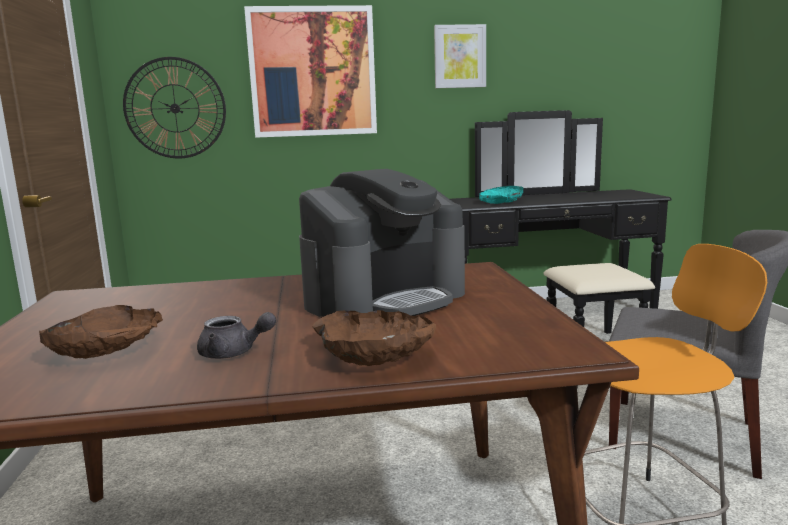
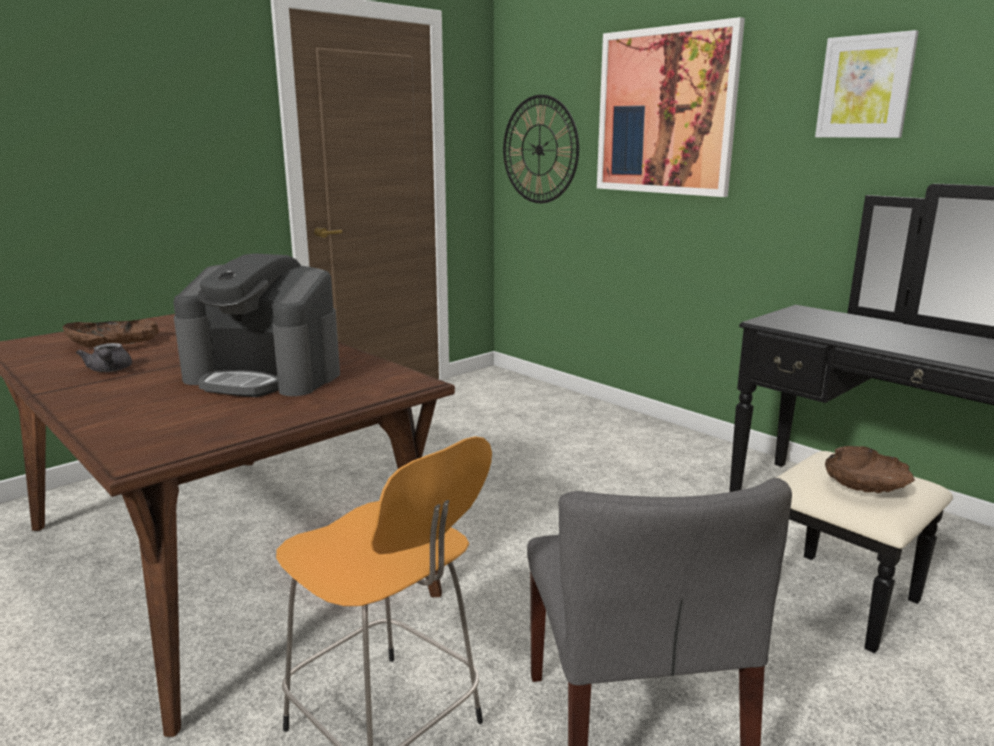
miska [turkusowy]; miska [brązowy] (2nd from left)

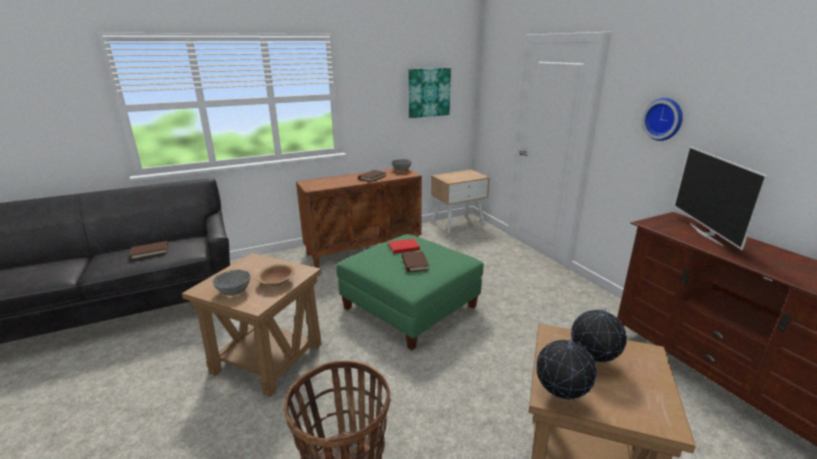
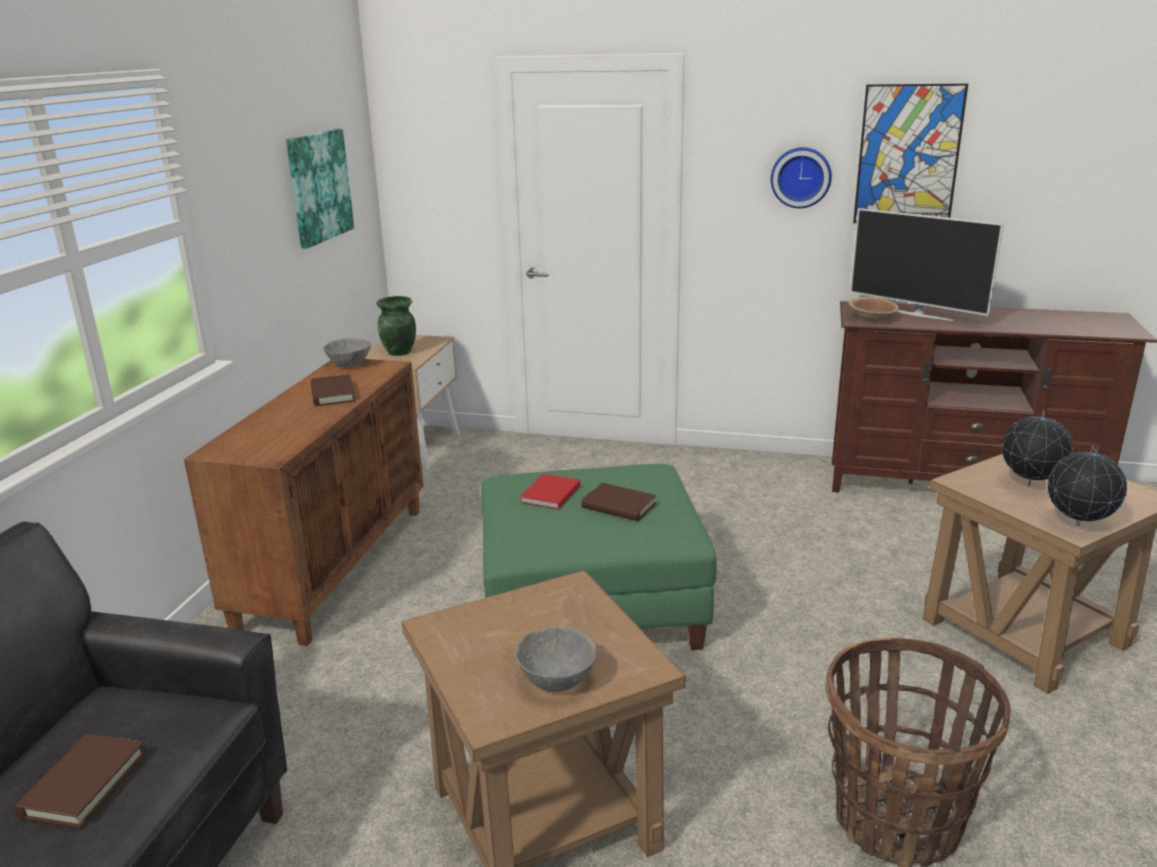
miska [brązowy]; obraz (2nd from left); wazon [zielony]

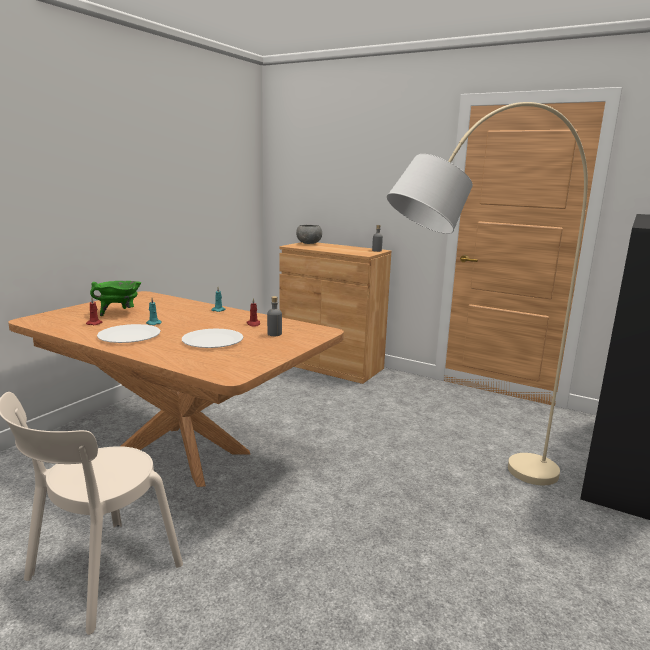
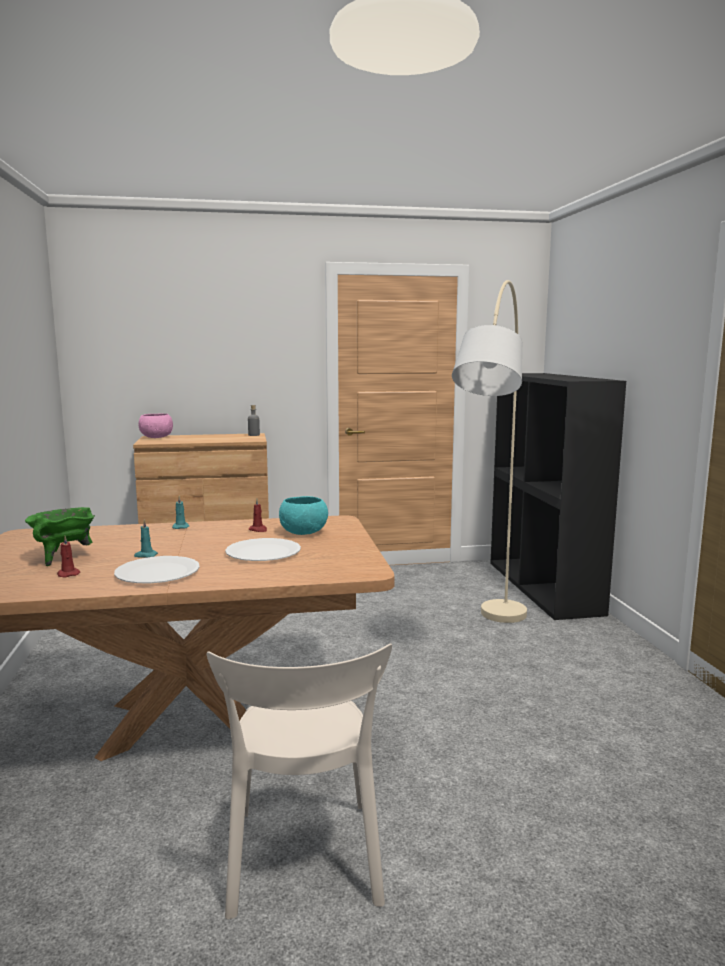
miska [różowy]; miska [turkusowy]

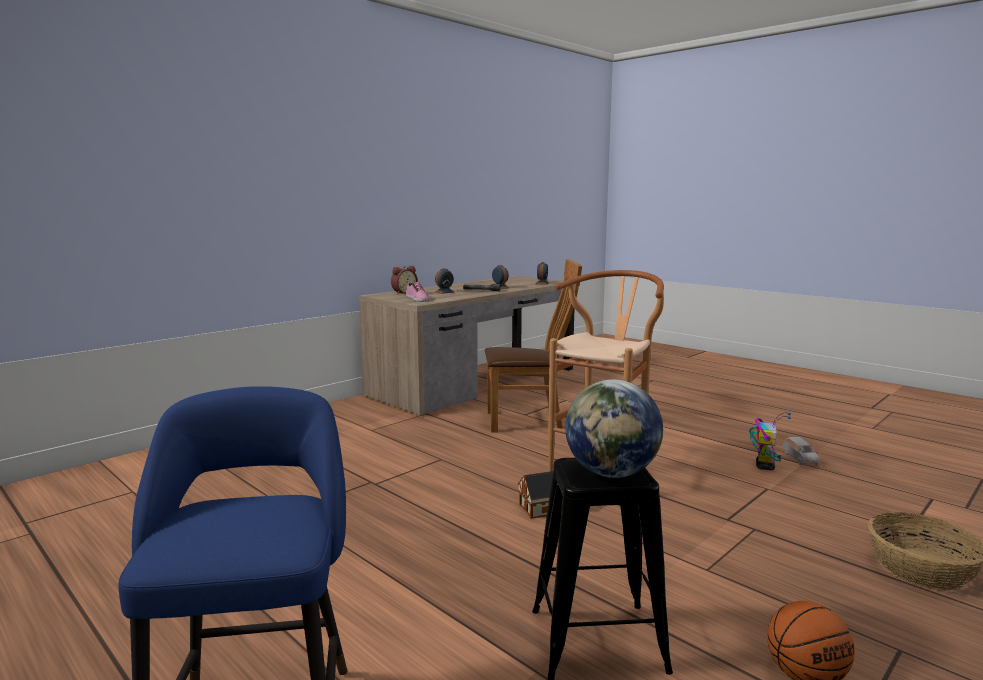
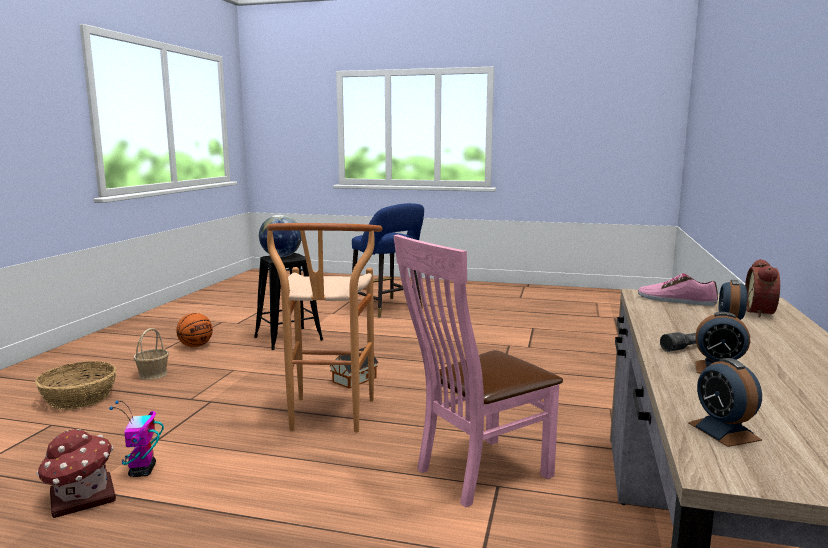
krzesło [różowy]; domek (1st from left); koszyk (2nd from left)

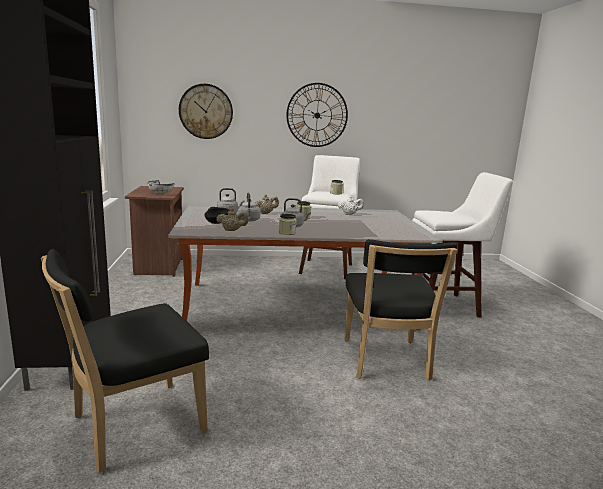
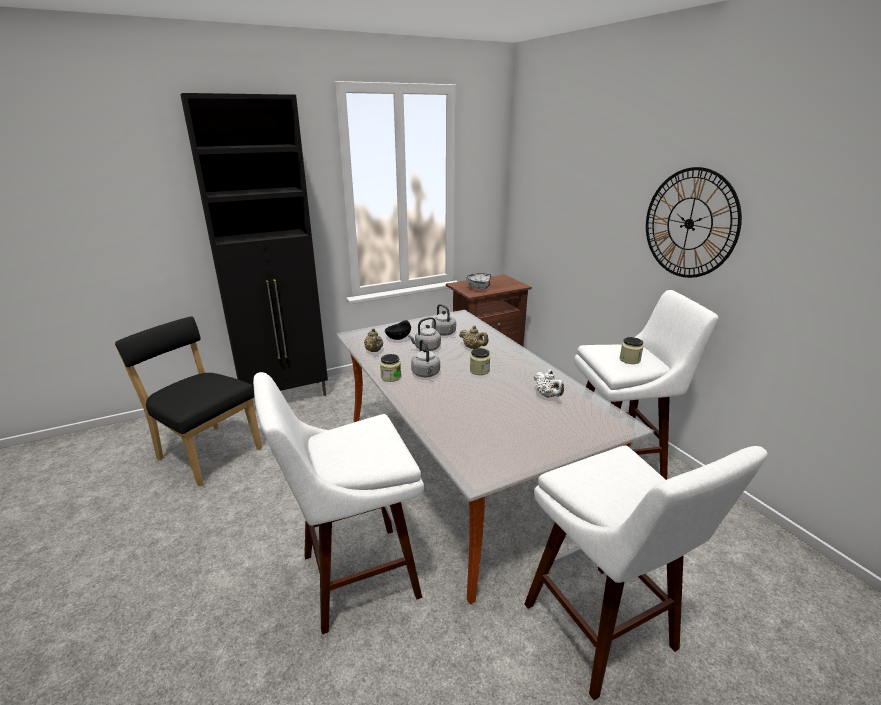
zegar ścienny (1st from left in the first image); stołek [biały] (1st from left)

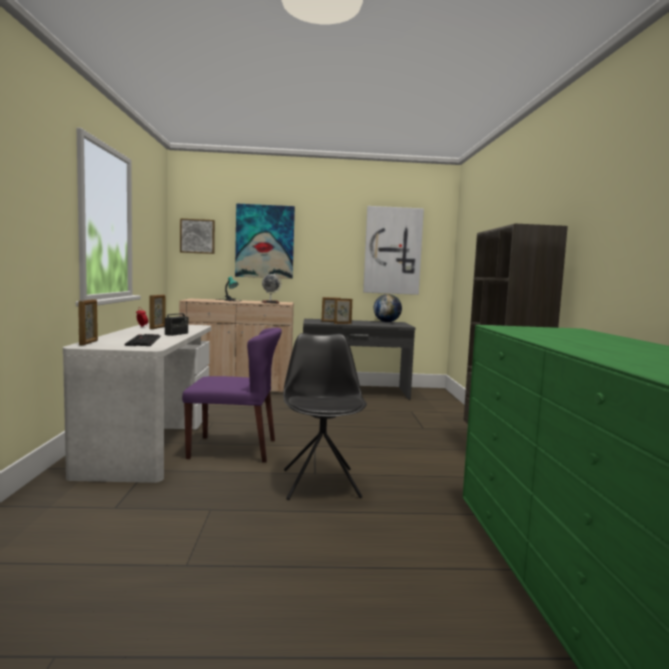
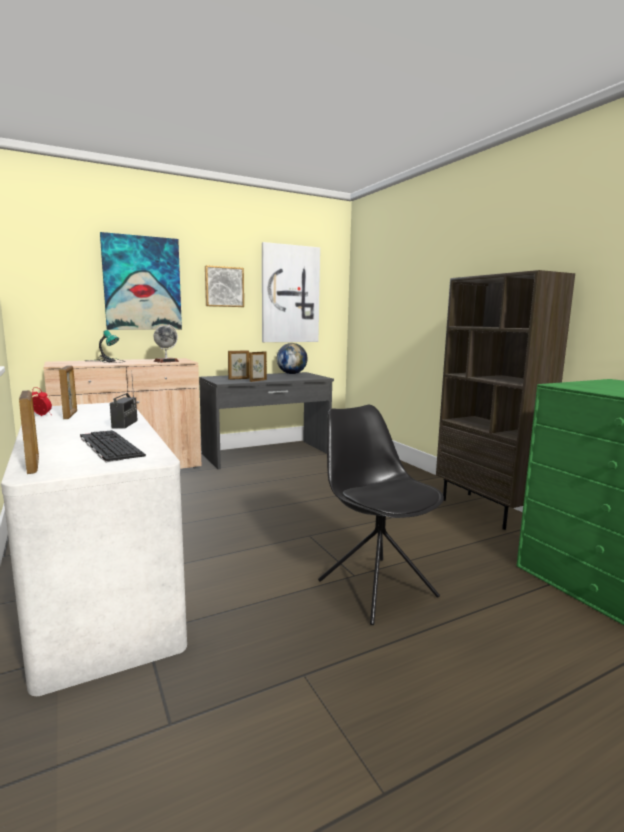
obraz (2nd from left); krzesło [fioletowy]

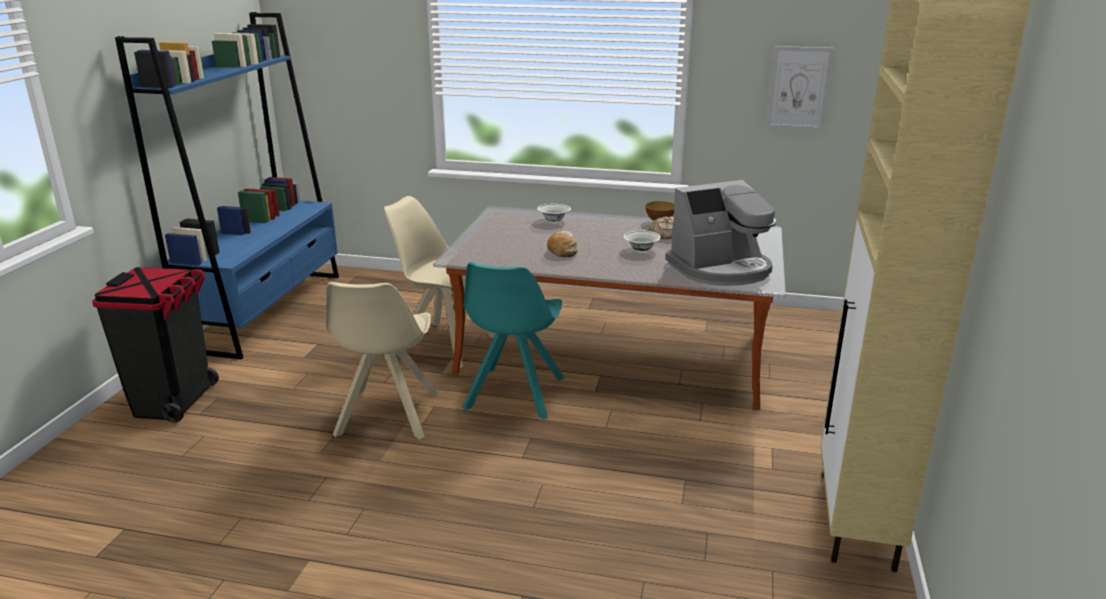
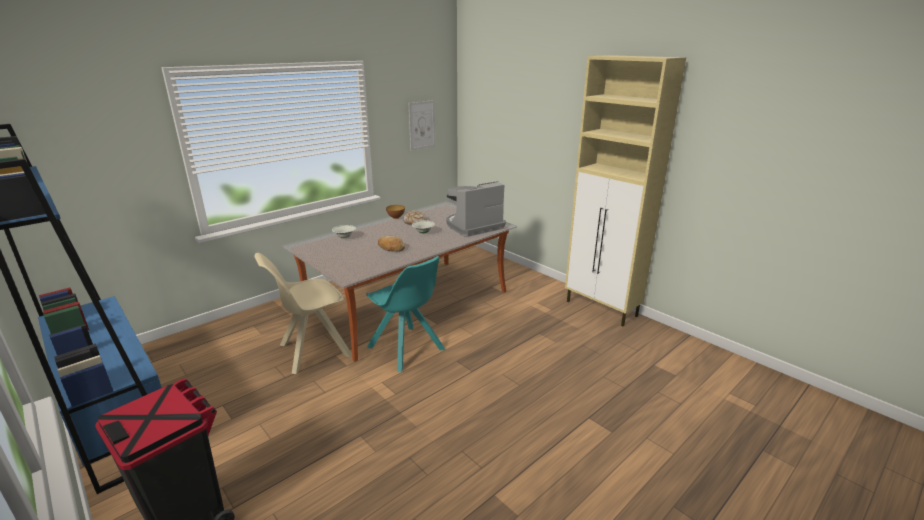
ekspres do kawy; krzesło [beżowy] (1st from left in the first image)

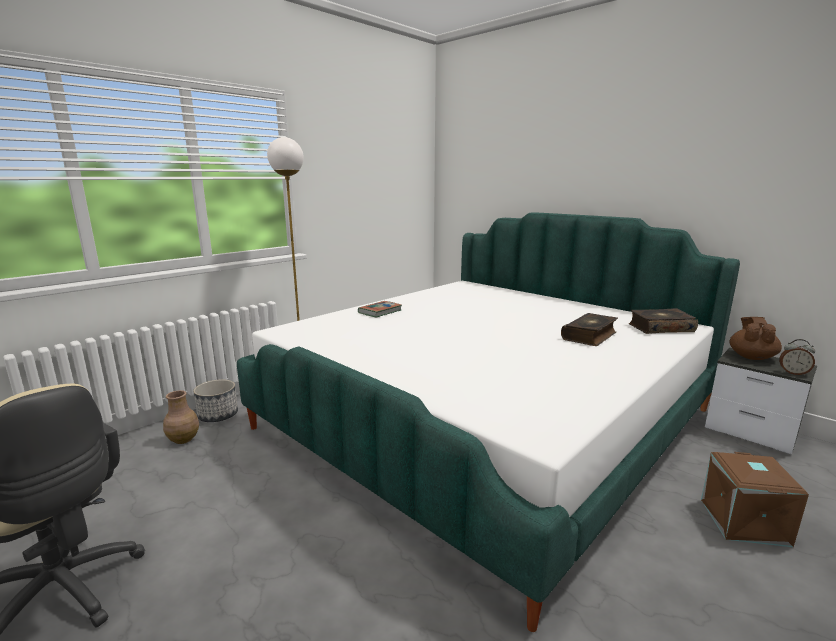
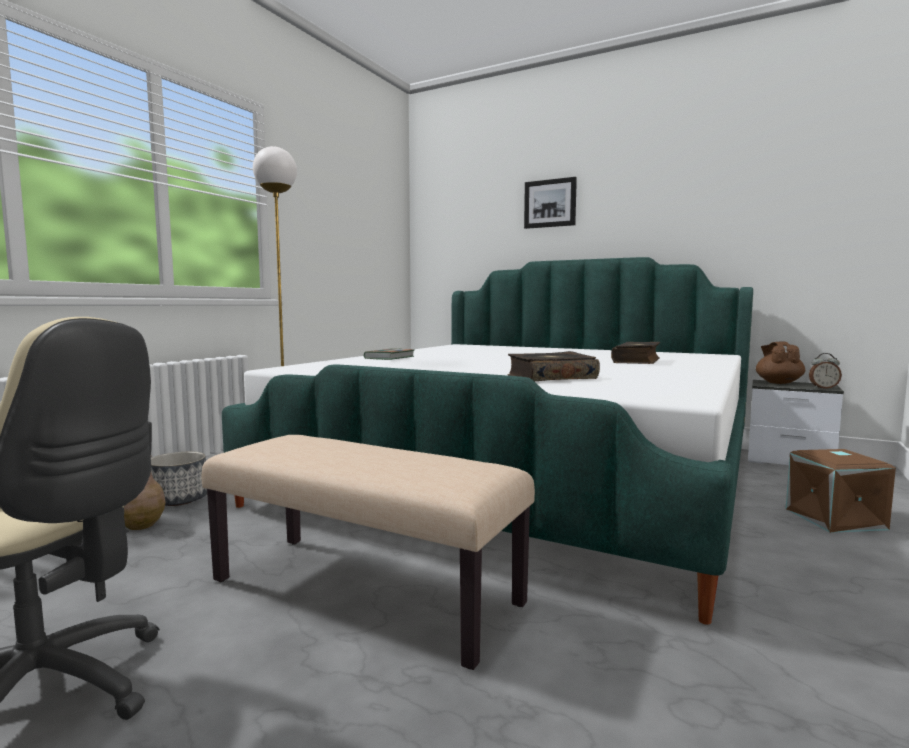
książka (2nd from left); obraz; ławka [beżowy]

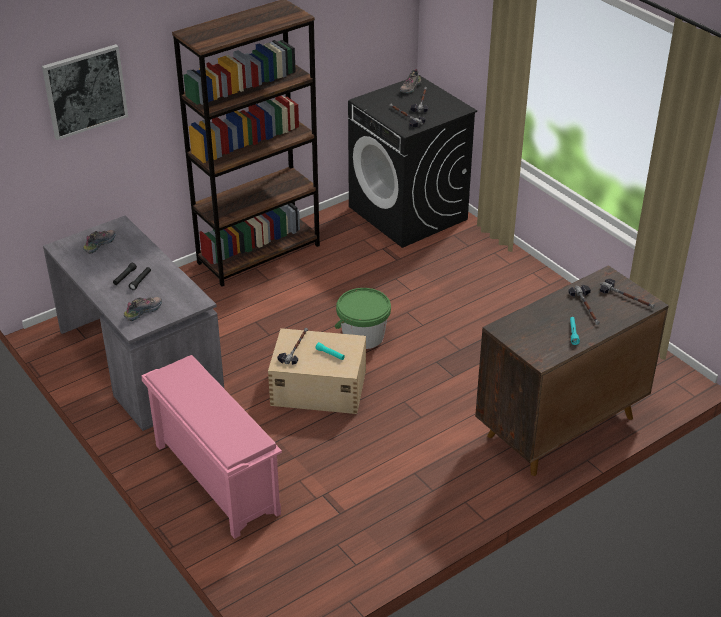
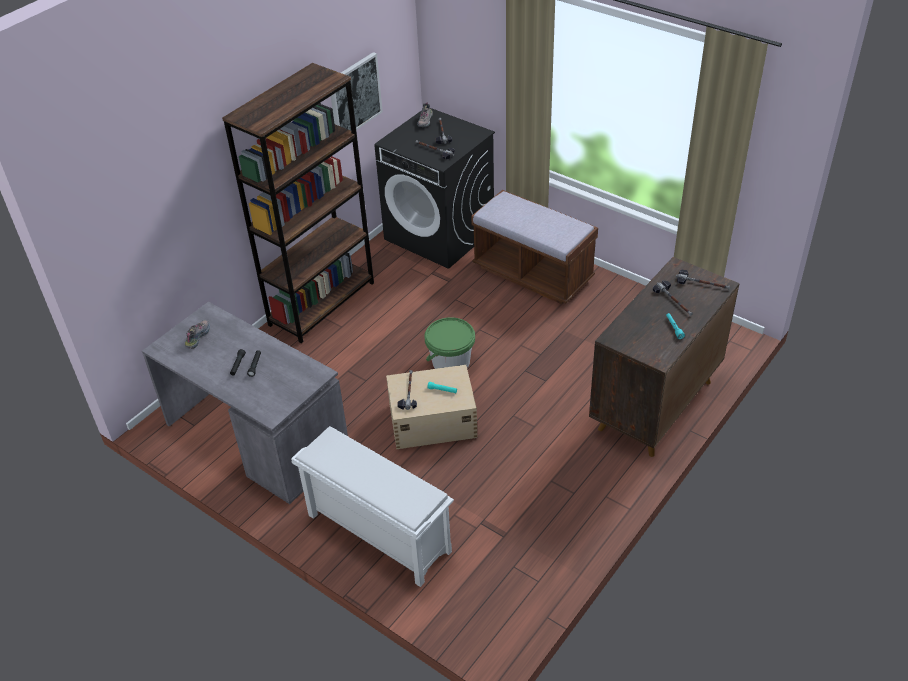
obraz; but (2nd from left in the first image); regał na buty [biały]; ławka [brązowy]

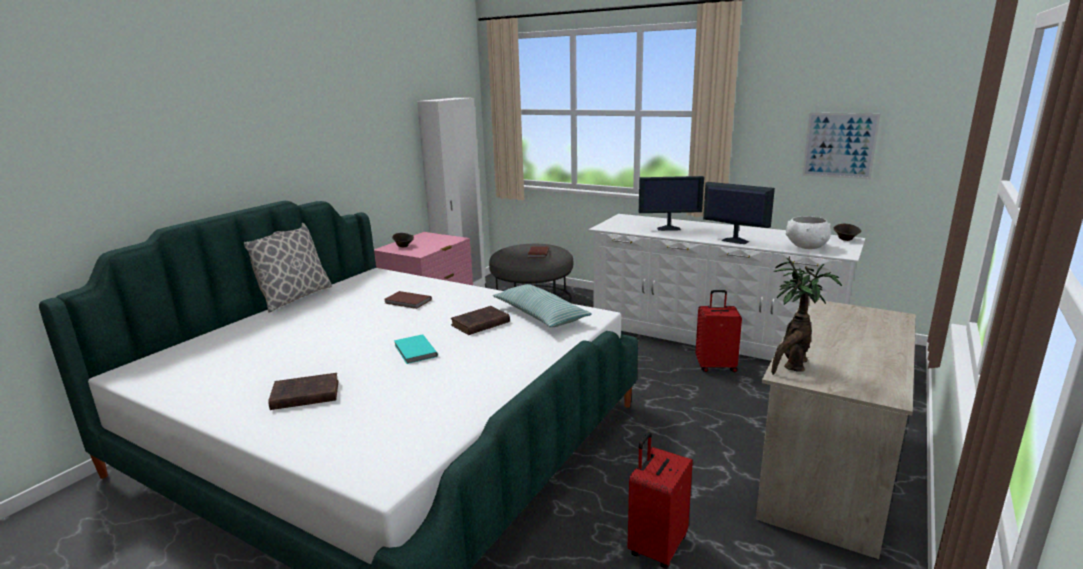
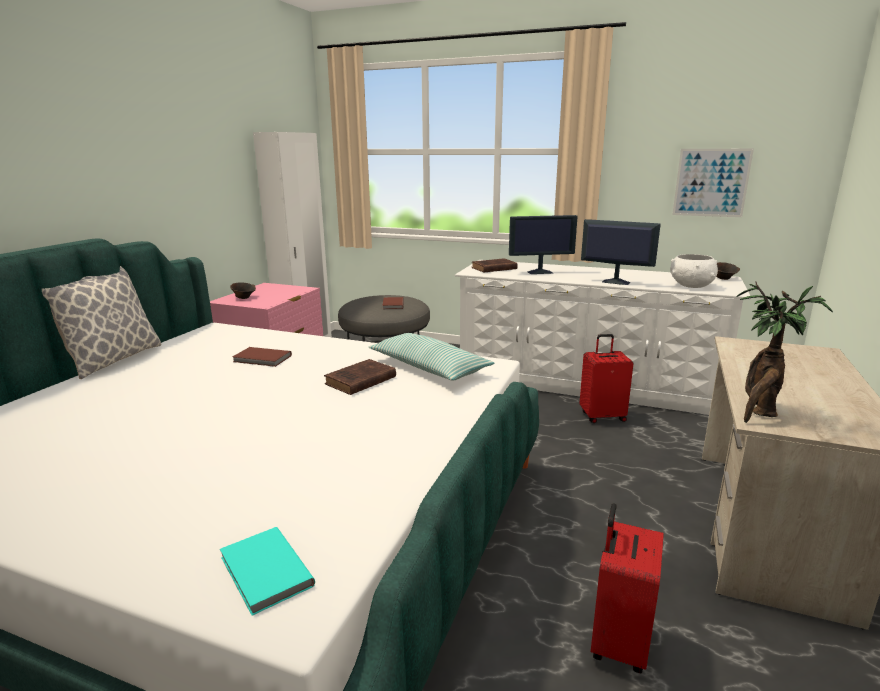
książka [turkusowy]; książka [brązowy] (4th from left)

